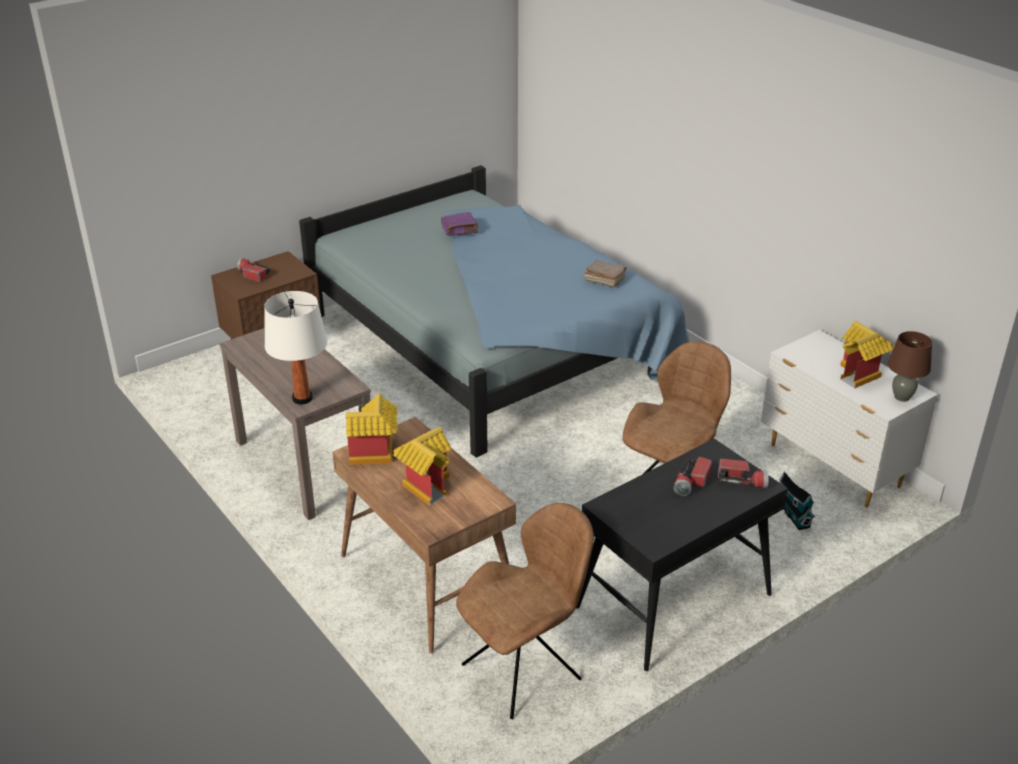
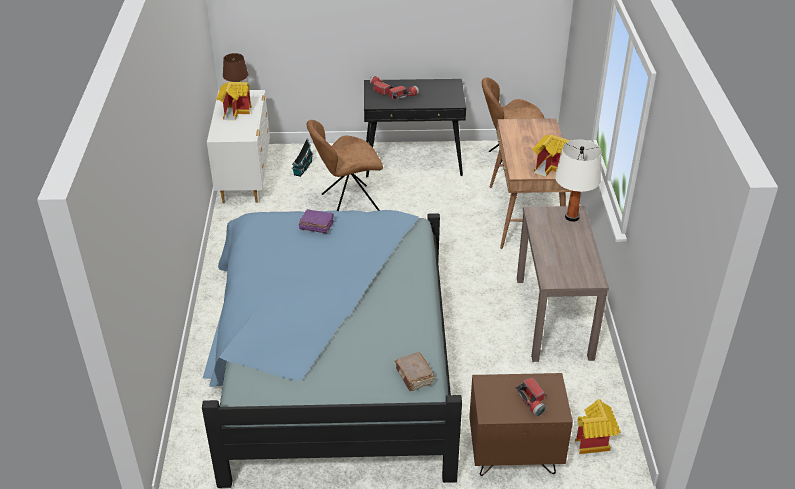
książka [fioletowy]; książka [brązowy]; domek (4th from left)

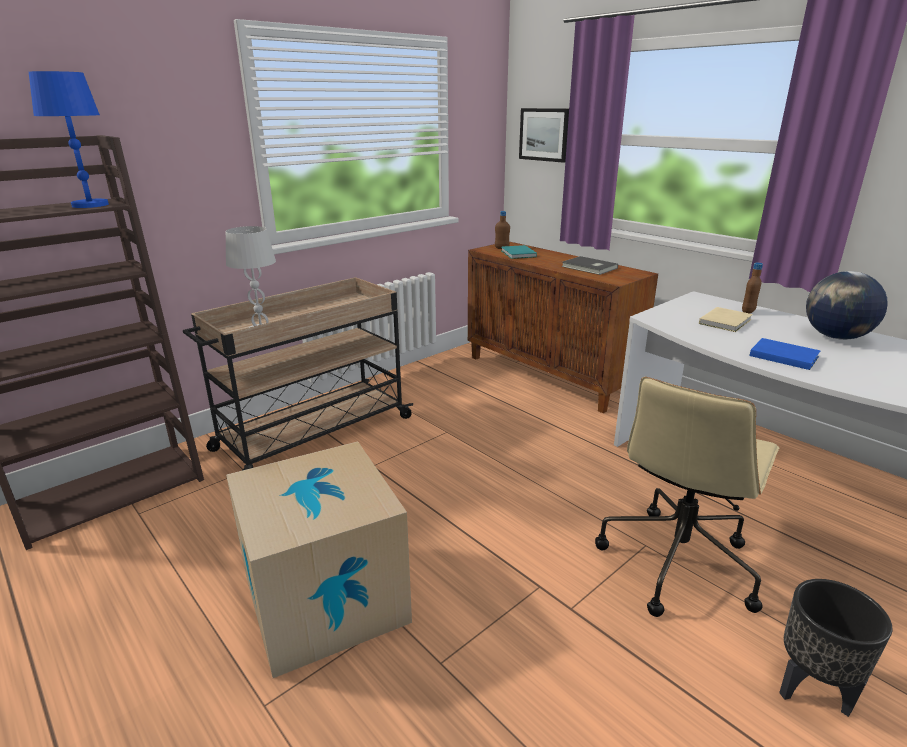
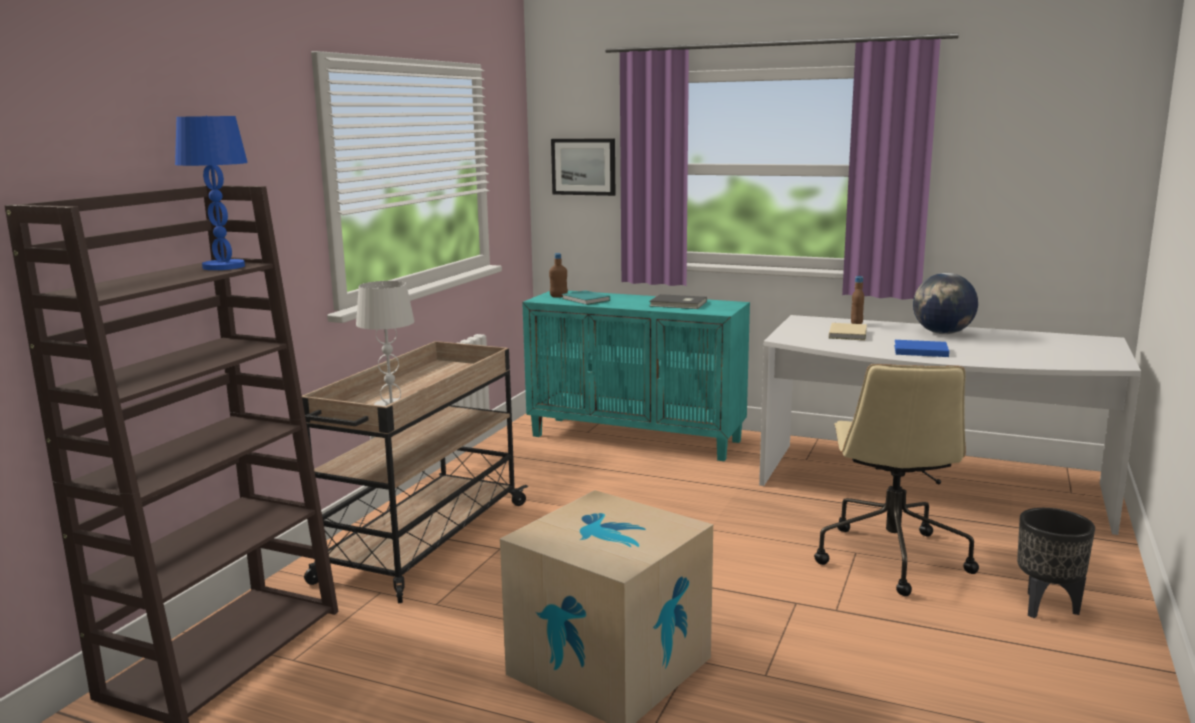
szafka [turkusowy]

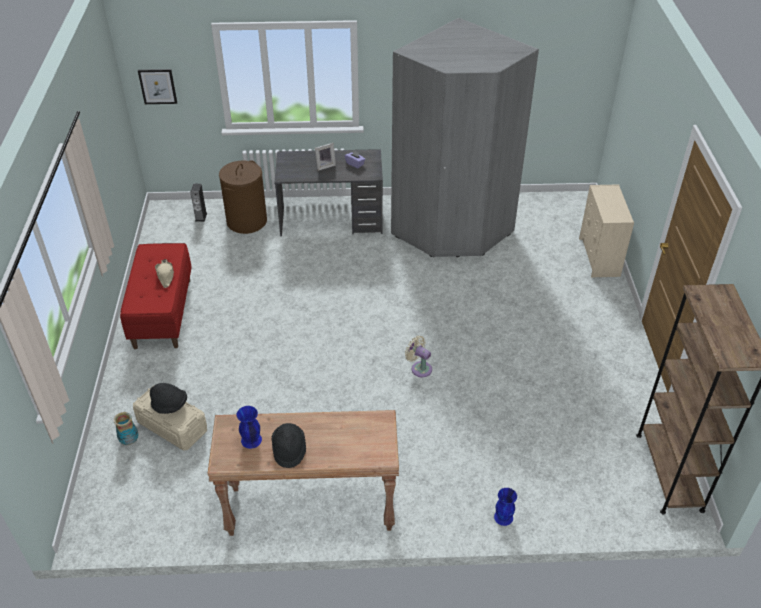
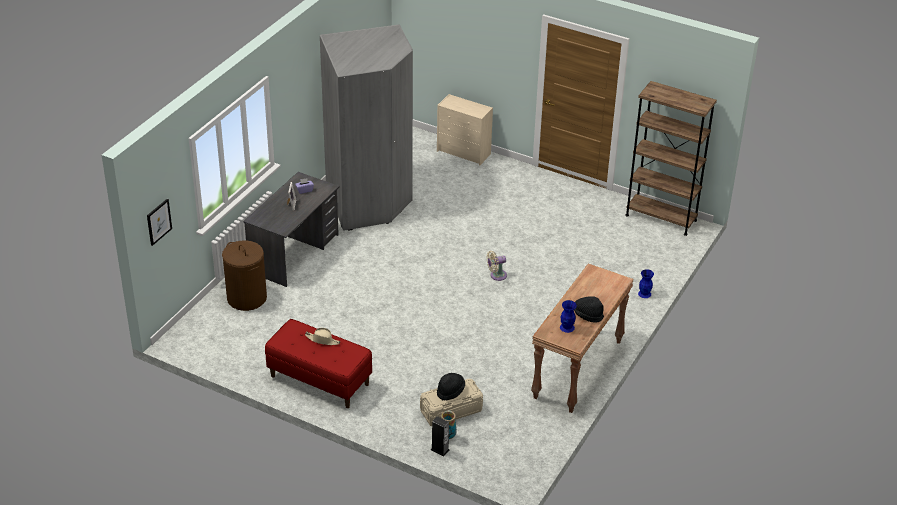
głośnik

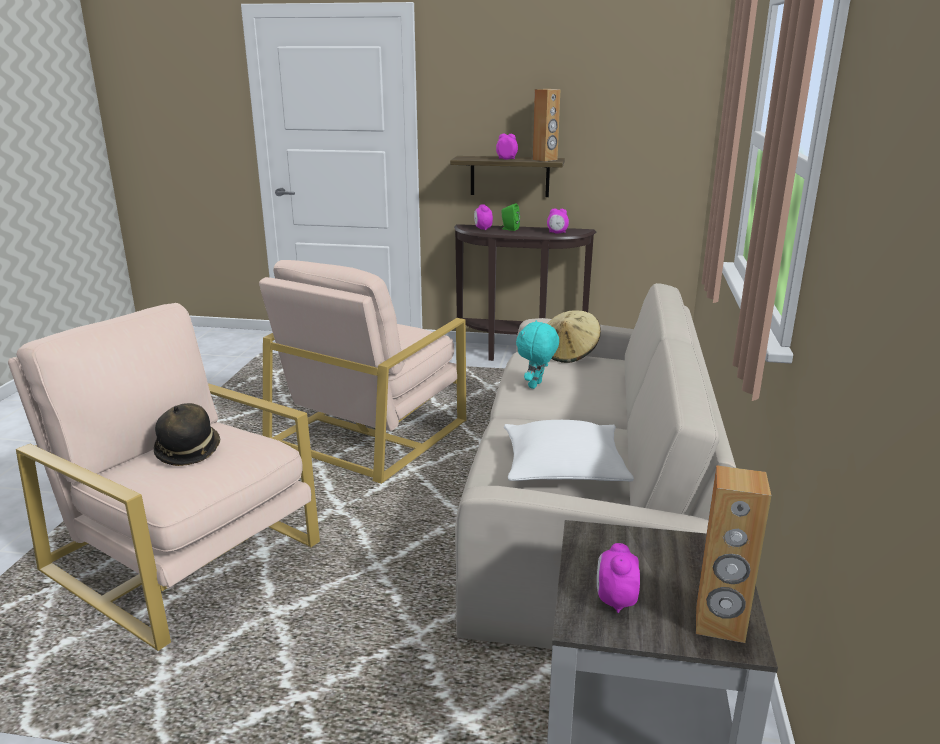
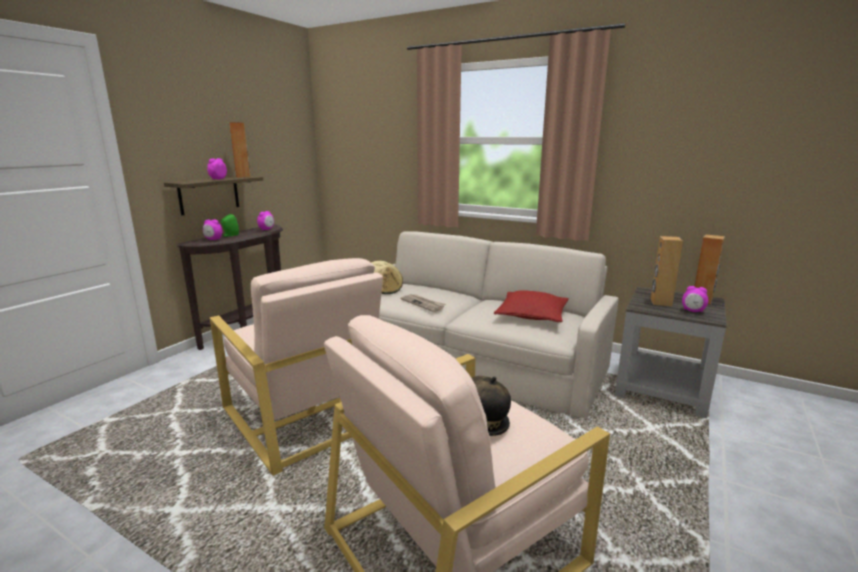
gazeta; poduszka [czerwony]; głośnik [brązowy] (2nd from left)

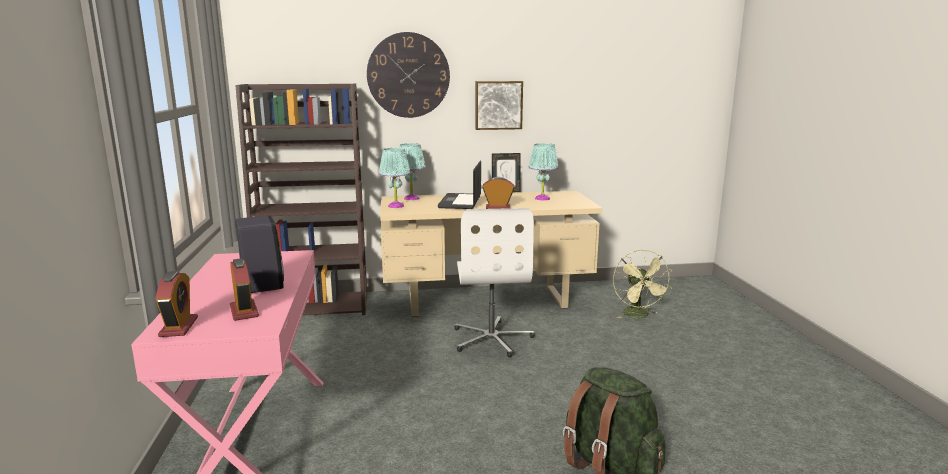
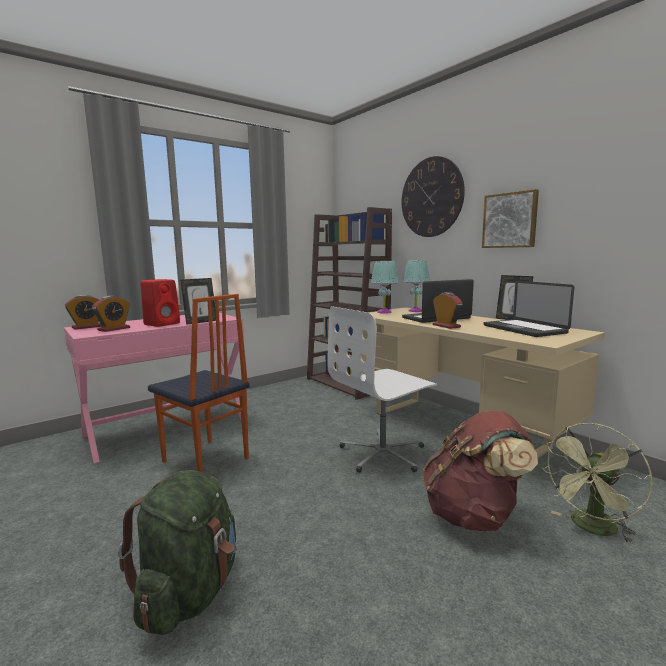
laptop (2nd from left); głośnik [czerwony]; ramka na zdjęcie (1st from left); krzesło; plecak [brązowy]

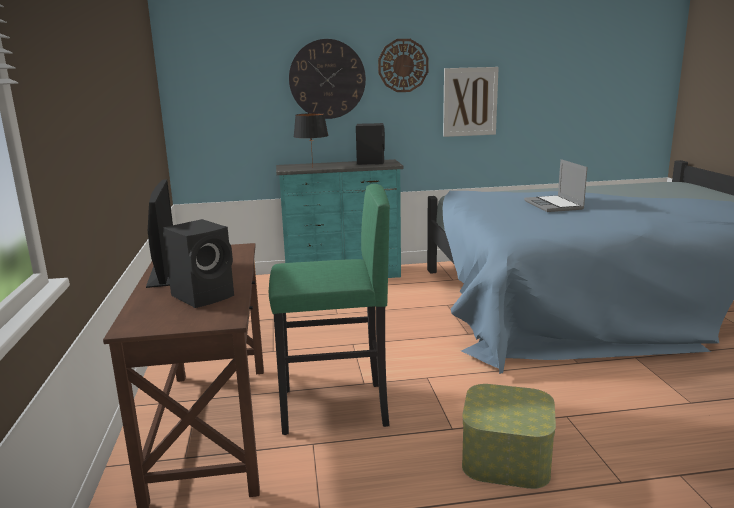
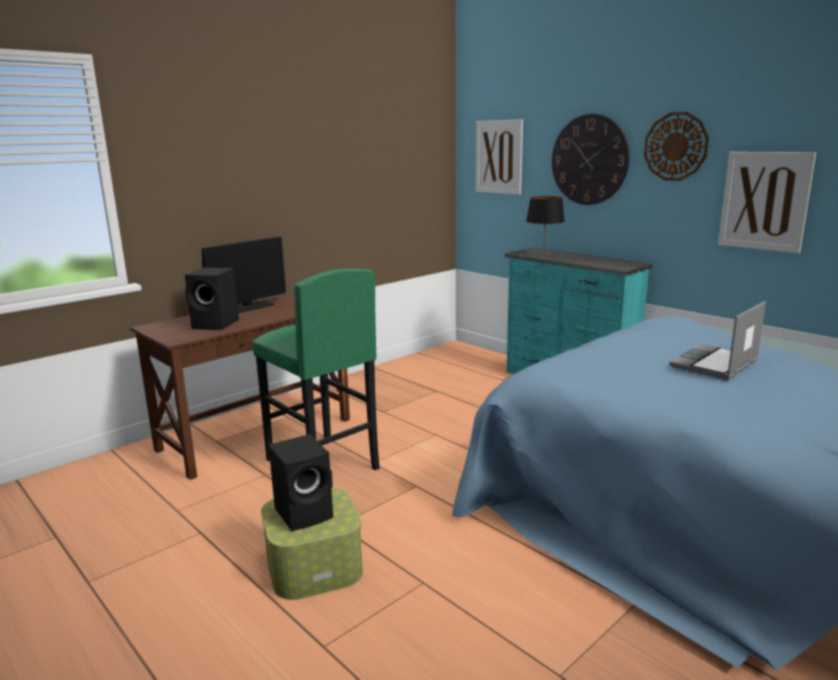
głośnik [czarny] (2nd from left); obraz (1st from left)

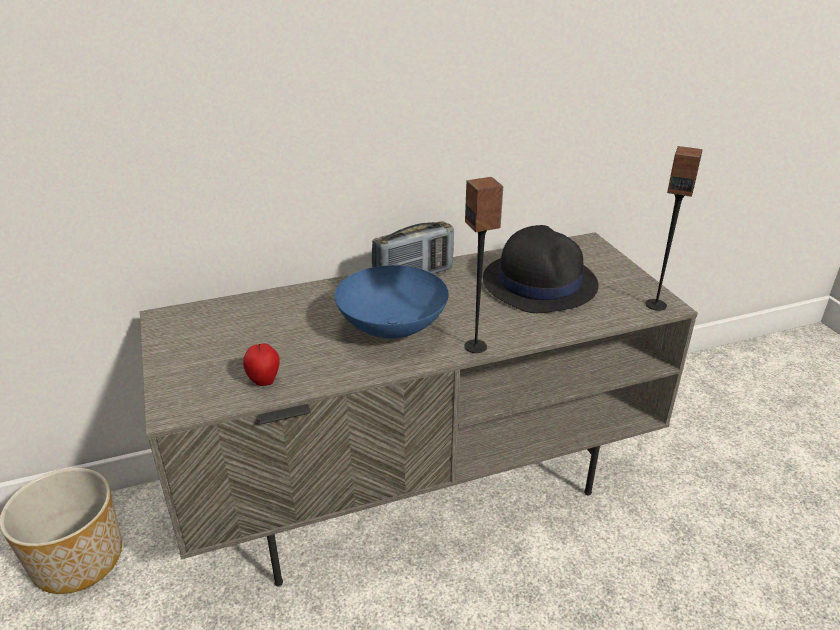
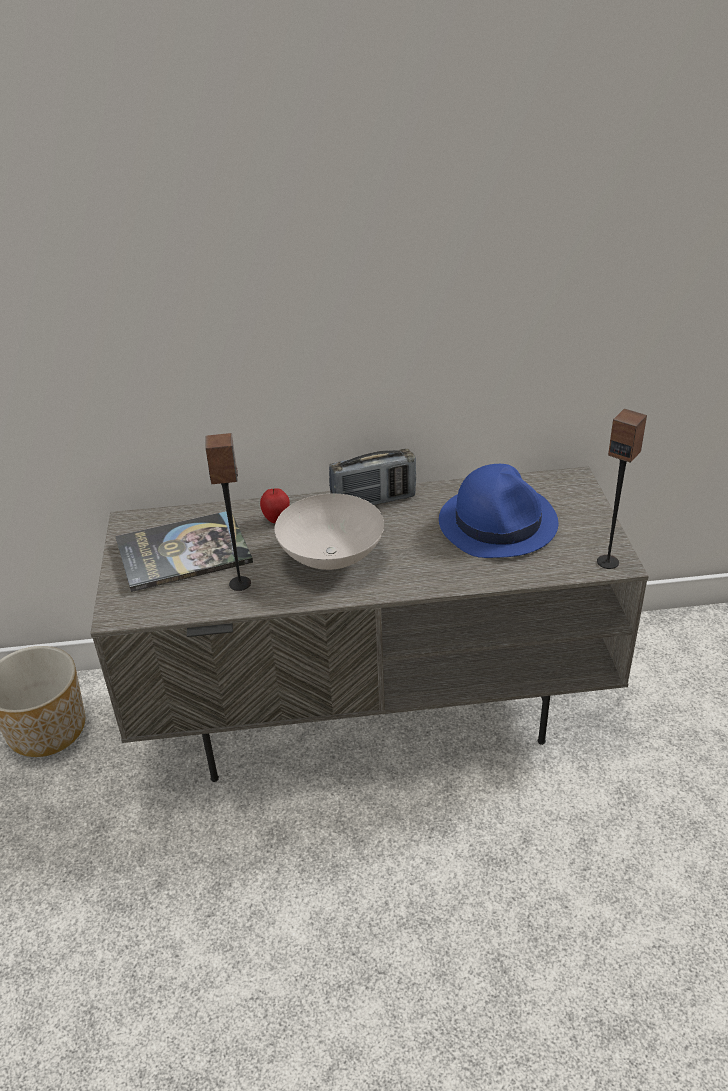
głośnik (1st from left); kapelusz [niebieski]; miska [biały]; jabłko; książka

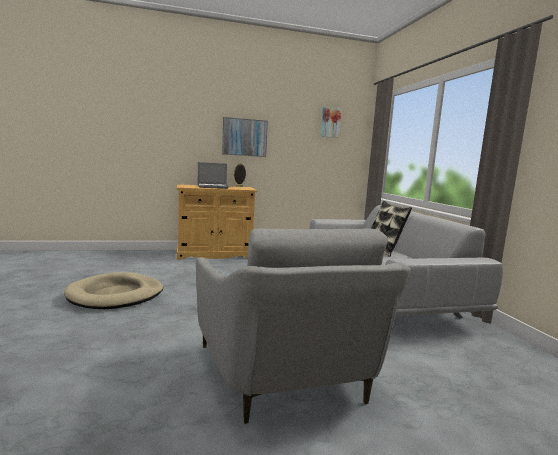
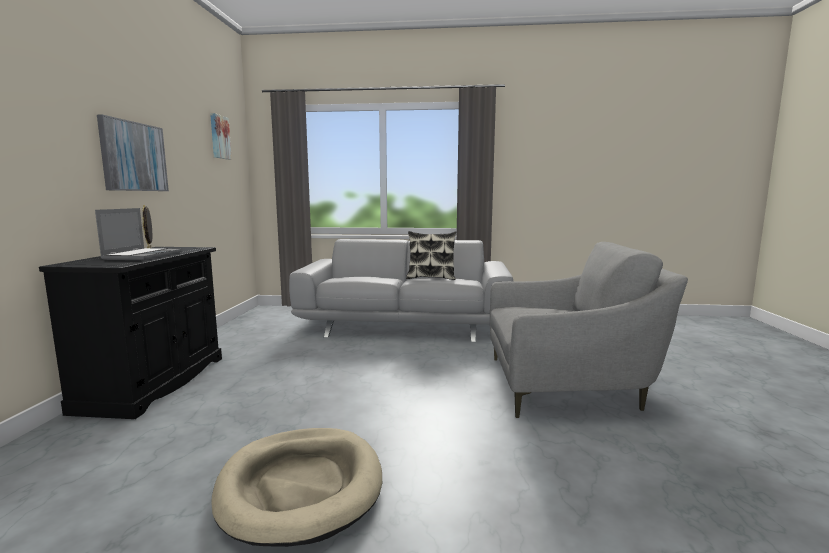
szafka [czarny]

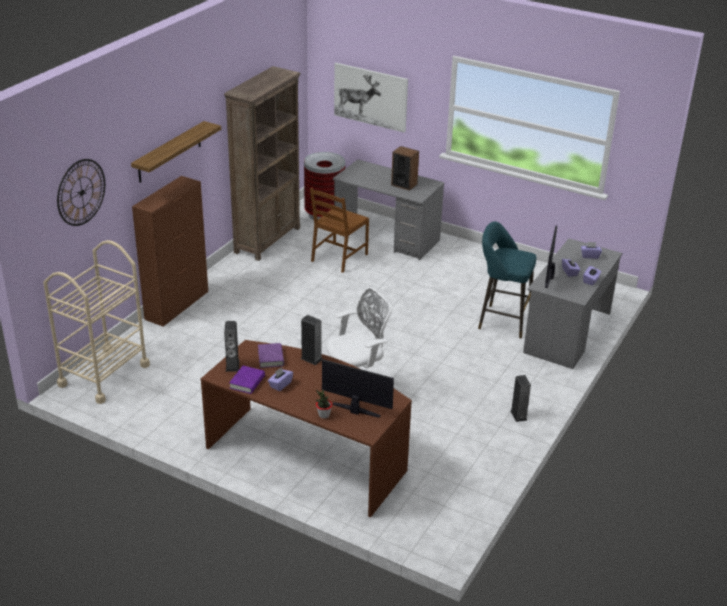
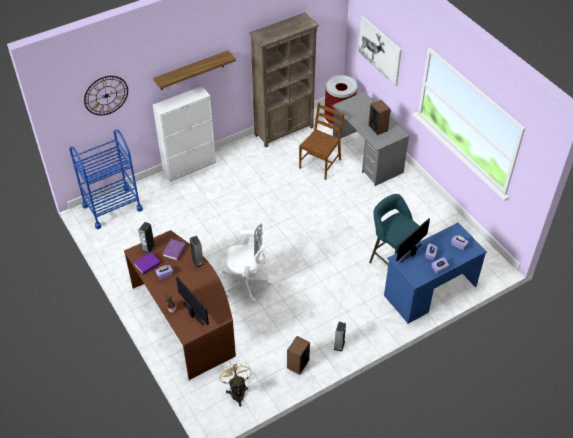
szafka [biały]; krzesło [brązowy]; biurko [niebieski]; wózek [niebieski]; głośnik (3rd from left); wentylator [beżowy]

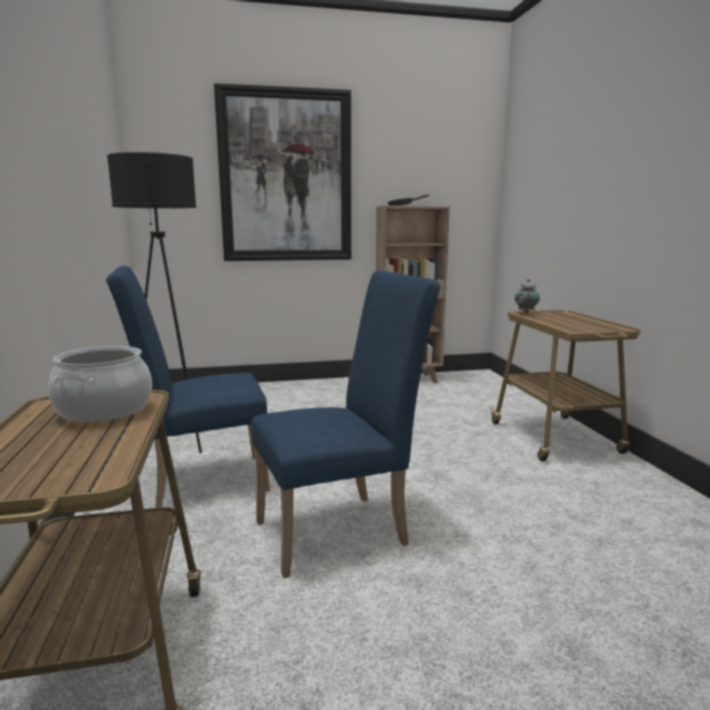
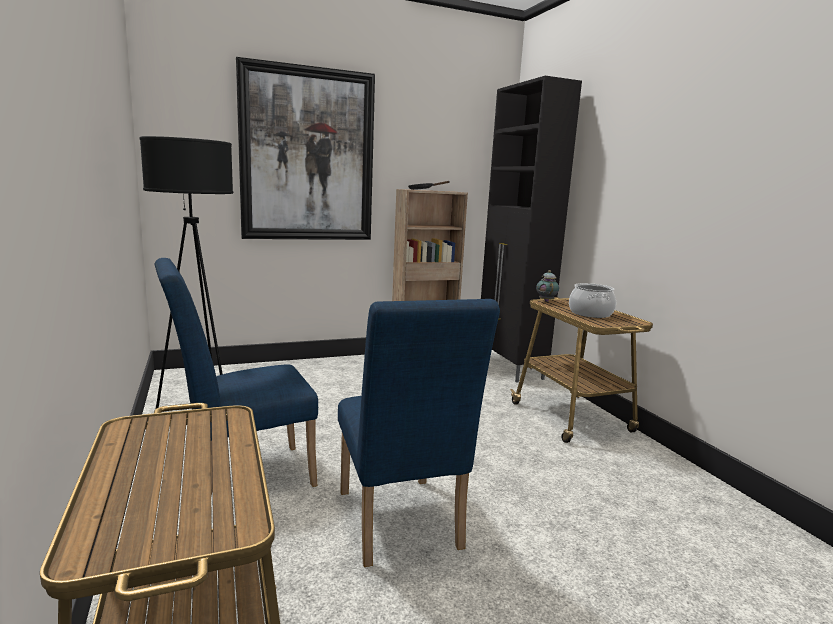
krzesło [niebieski] (2nd from left); garnek; szafka [czarny]

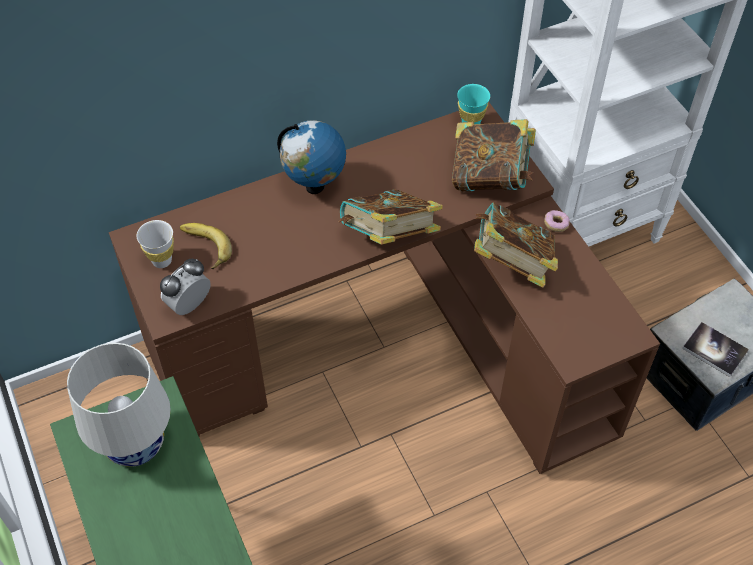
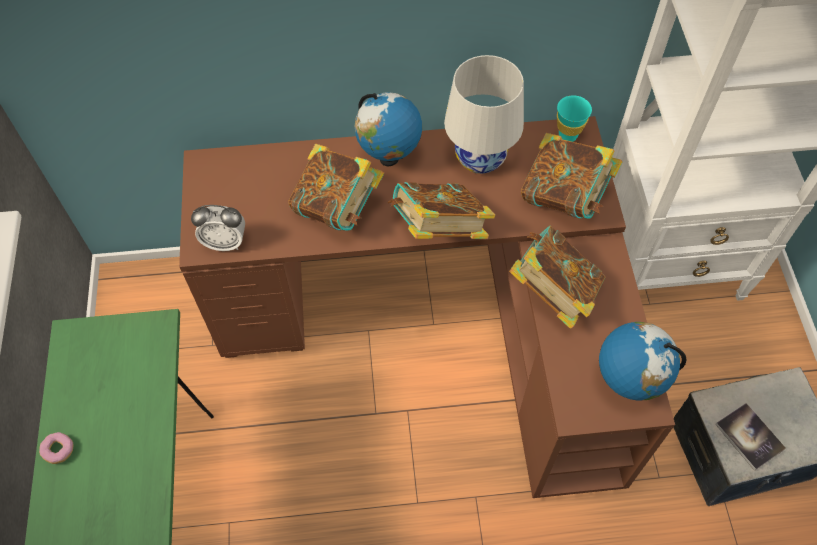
donut; filiżanka [biały]; banan; budzik; lampa stołowa [biały]; książka (1st from left); globus (2nd from left)

